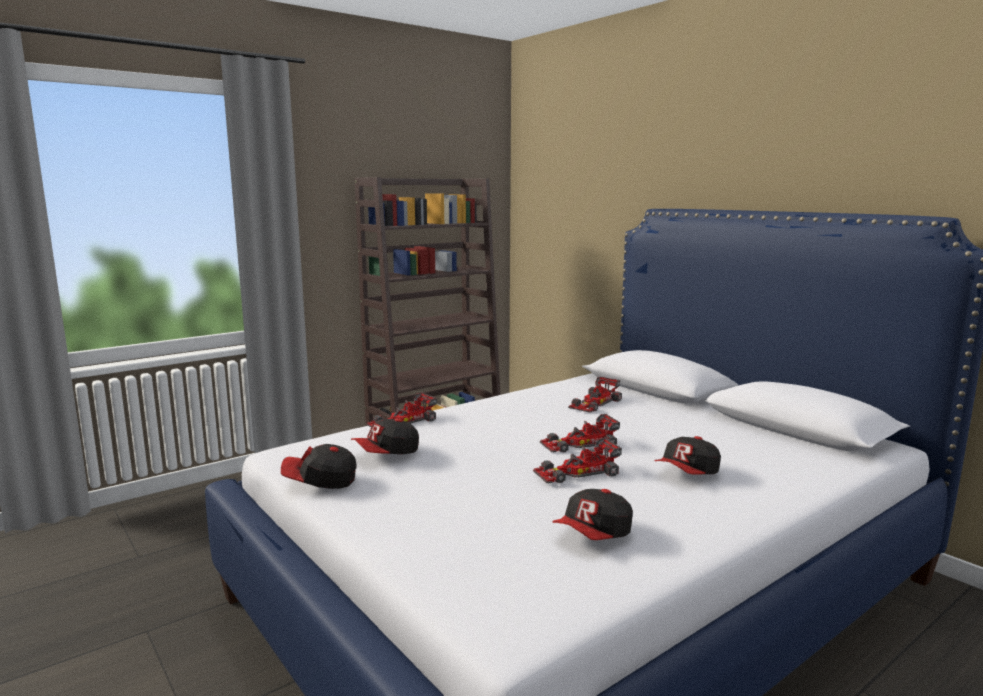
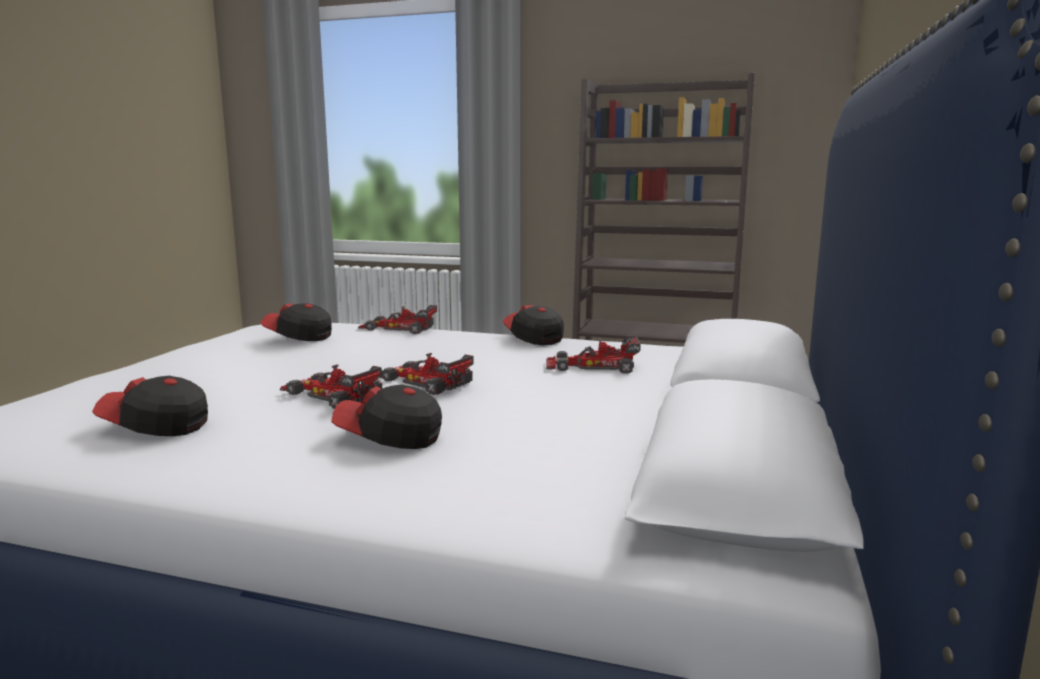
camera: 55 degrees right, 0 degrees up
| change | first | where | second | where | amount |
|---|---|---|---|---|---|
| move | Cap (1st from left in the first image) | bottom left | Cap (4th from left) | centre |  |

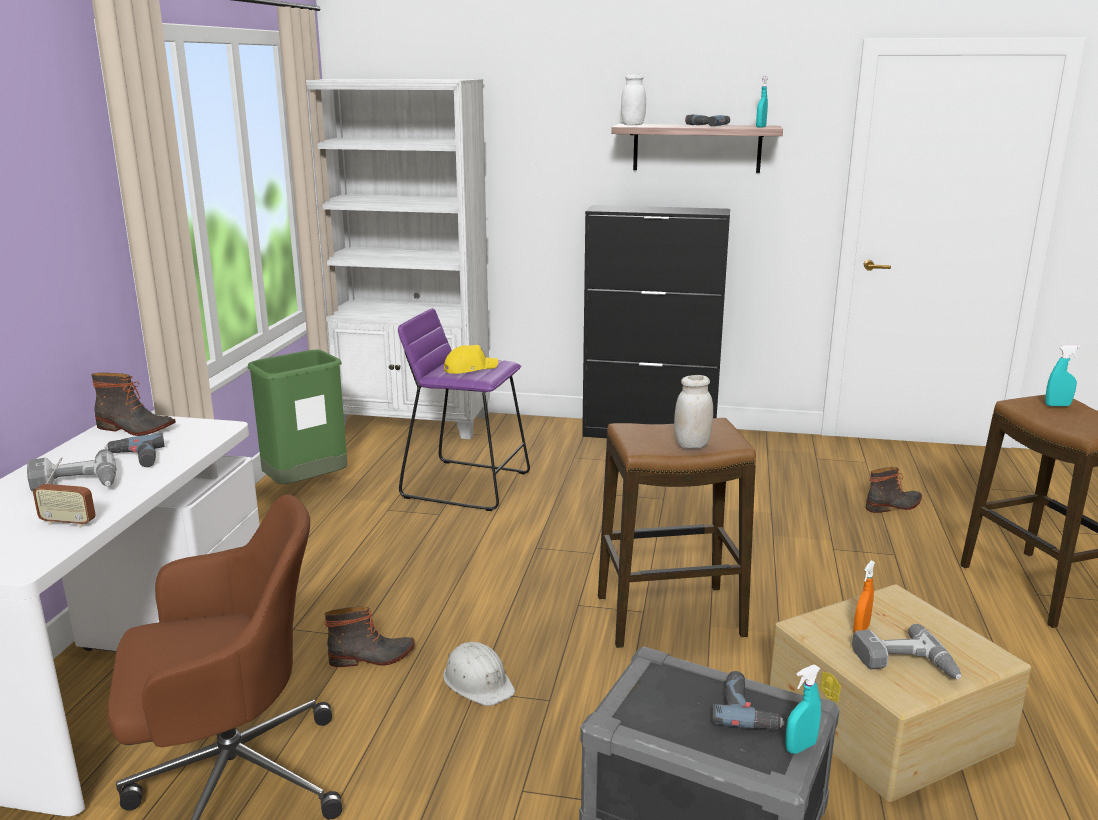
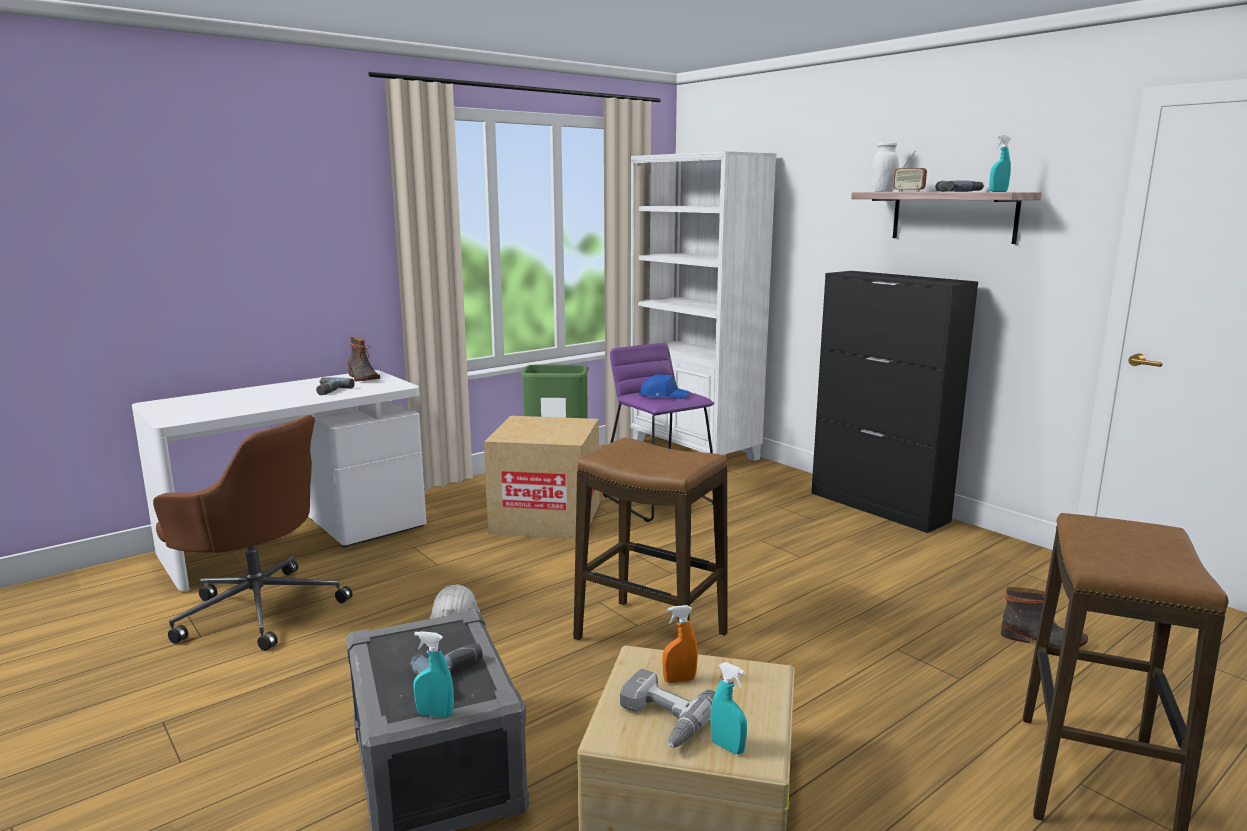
camera: 40 degrees right, 5 degrees down
| change | first | where | second | where | amount |
|---|---|---|---|---|---|
| delete | PowerDrill (1st from left) | middle left |  |  |  |
| move | Radio | middle left |  | top right |  |
| delete | Boot (2nd from left) | bottom centre |  |  |  |
| recolor | YellowCap | centre | BlueCap | centre |  |
| delete | WhiteJar (2nd from left) | centre |  |  |  |
| move | TurquoiseSprayBottle (3rd from left in the first image) | middle right | TurquoiseSprayBottle (2nd from left) | bottom centre |  |
| insert |  |  | CardboardBox | centre |  |

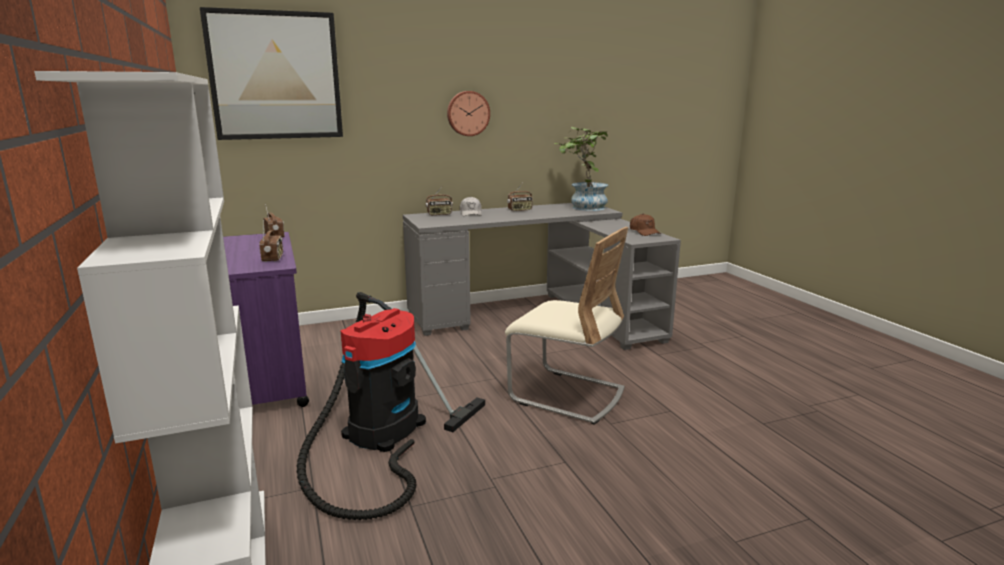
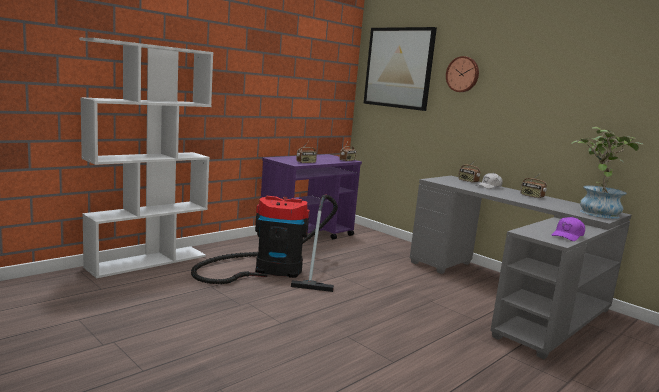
camera: 65 degrees right, 5 degrees down
| change | first | where | second | where | amount |
|---|---|---|---|---|---|
| move | WallClock | top centre |  | top right |  |
| delete | BeigeChair | centre |  |  |  |
| recolor | BrownCap | centre | PurpleCap | middle right |  |

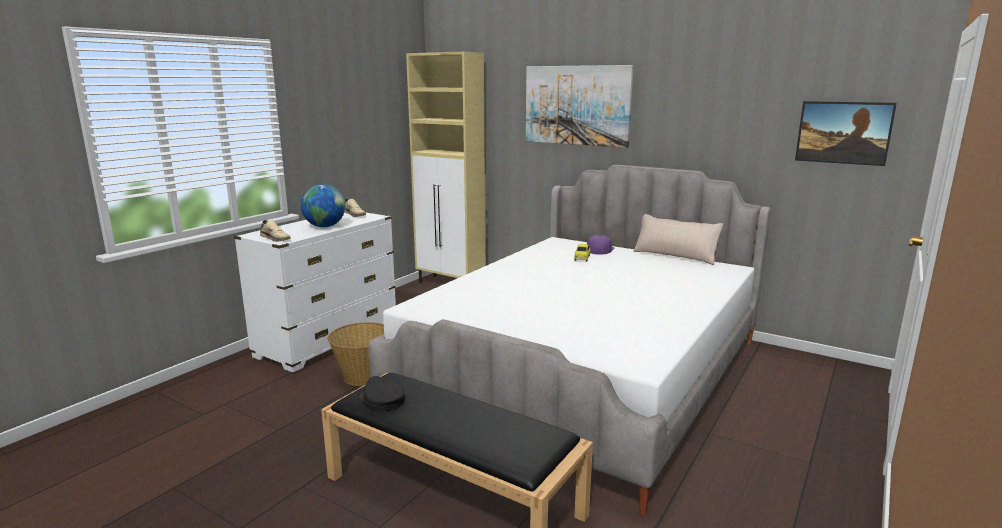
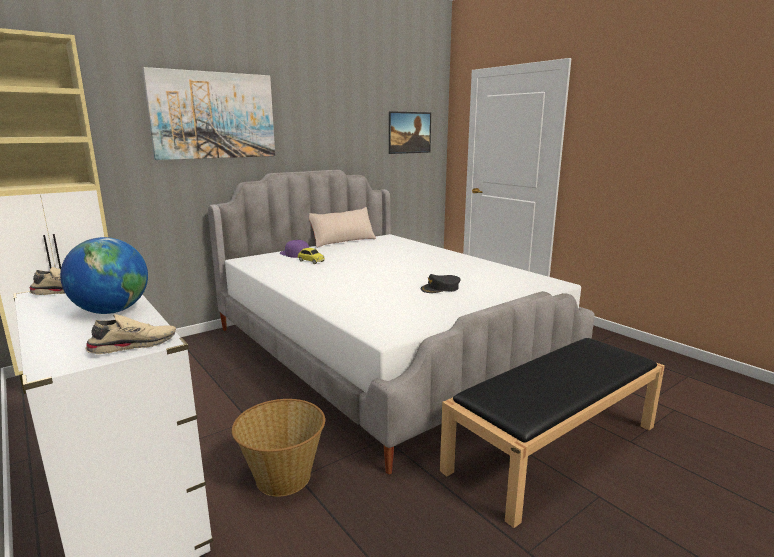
camera: 70 degrees left, 0 degrees up
| change | first | where | second | where | amount |
|---|---|---|---|---|---|
| move | BlackCap | bottom centre |  | centre |  |

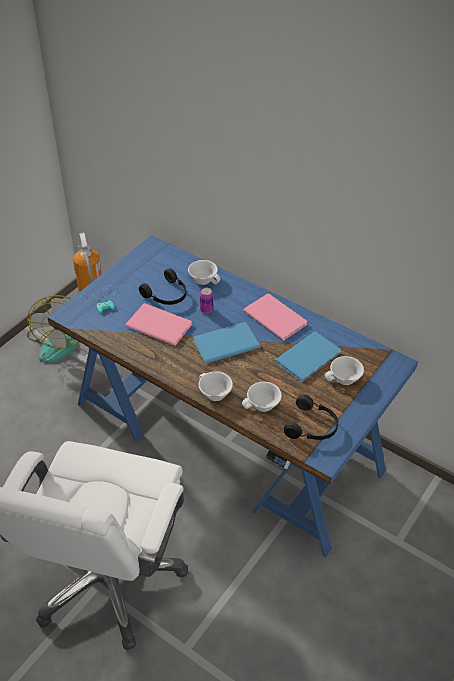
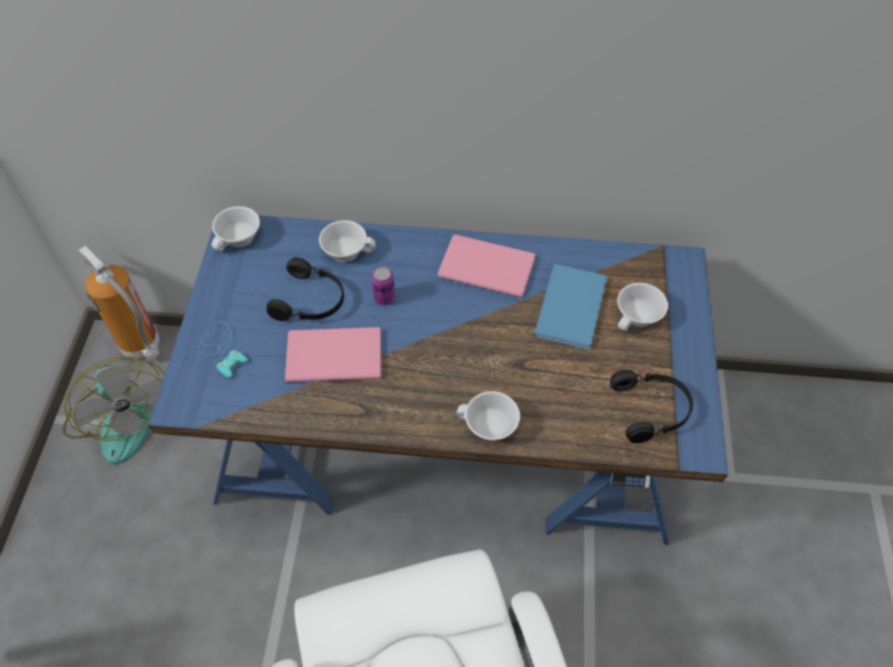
camera: 30 degrees left, 10 degrees up
| change | first | where | second | where | amount |
|---|---|---|---|---|---|
| delete | BlueBook (1st from left) | centre |  |  |  |
| move | WhiteCup (3rd from left in the first image) | centre | WhiteCup (1st from left) | middle left |  |

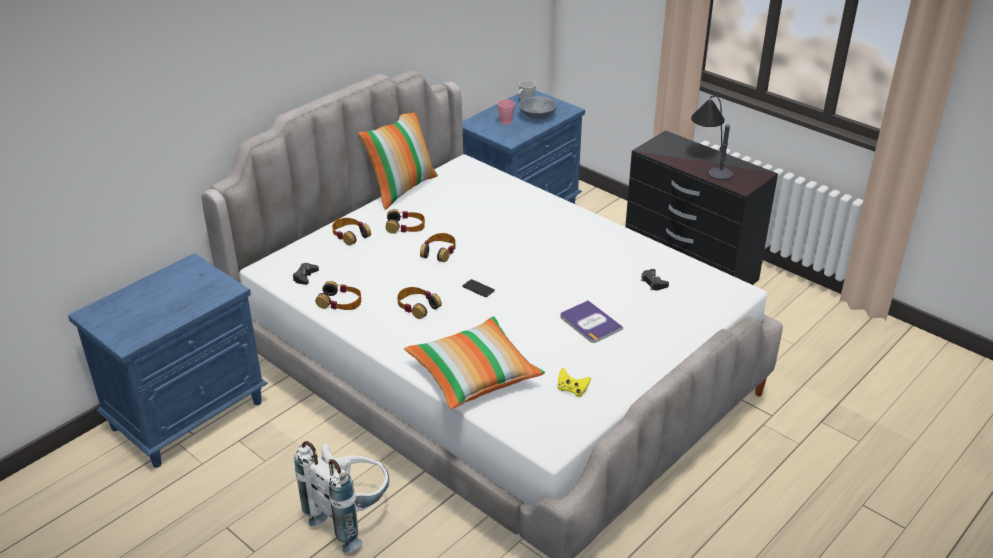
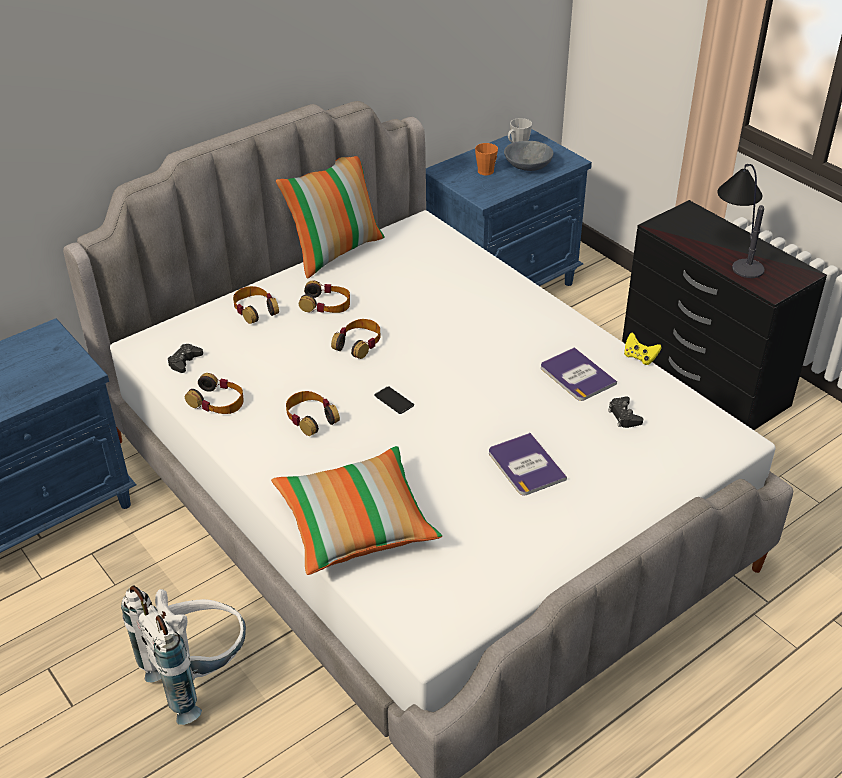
camera: 10 degrees right, 5 degrees up
| change | first | where | second | where | amount |
|---|---|---|---|---|---|
| recolor | PinkMug | top centre | OrangeMug | top centre |  |
| move | YellowGameController | bottom centre |  | middle right |  |
| insert |  |  | Book (2nd from left) | middle right |  |

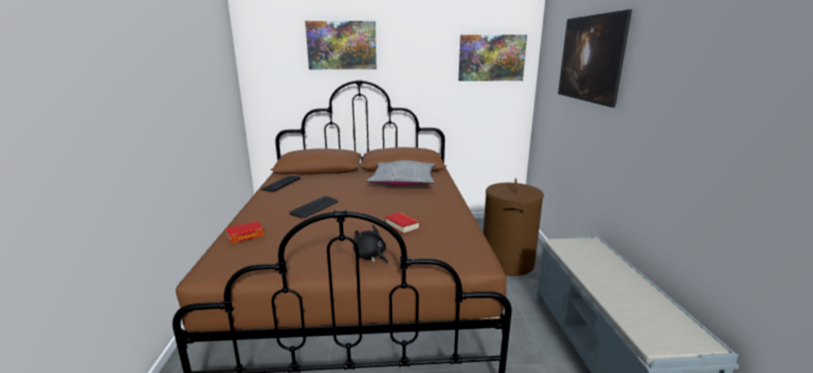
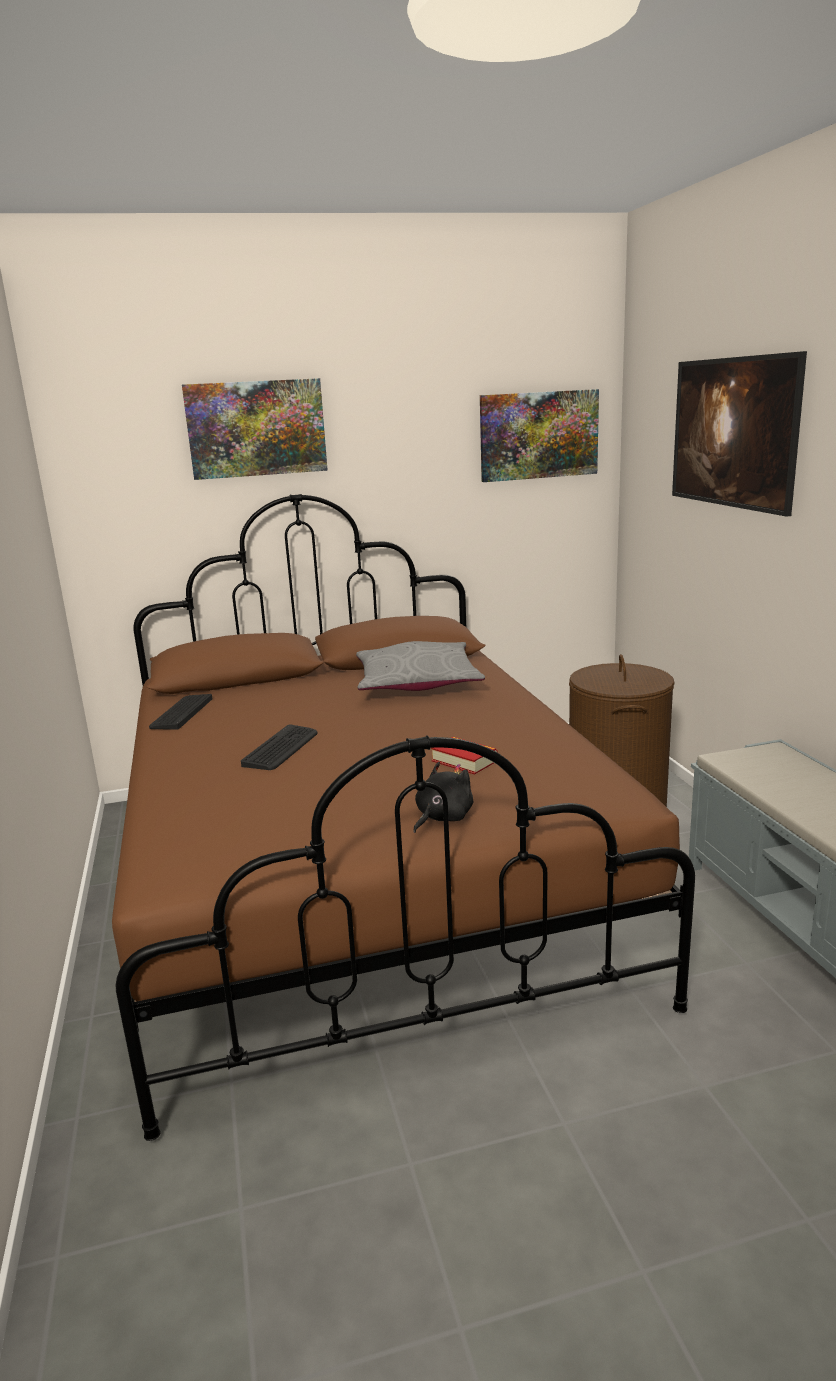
camera: 10 degrees left, 0 degrees up
| change | first | where | second | where | amount |
|---|---|---|---|---|---|
| delete | Book (1st from left) | middle left |  |  |  |
| rotate | BlackPlushToy | centre |  | centre | 90 degrees clockwise |

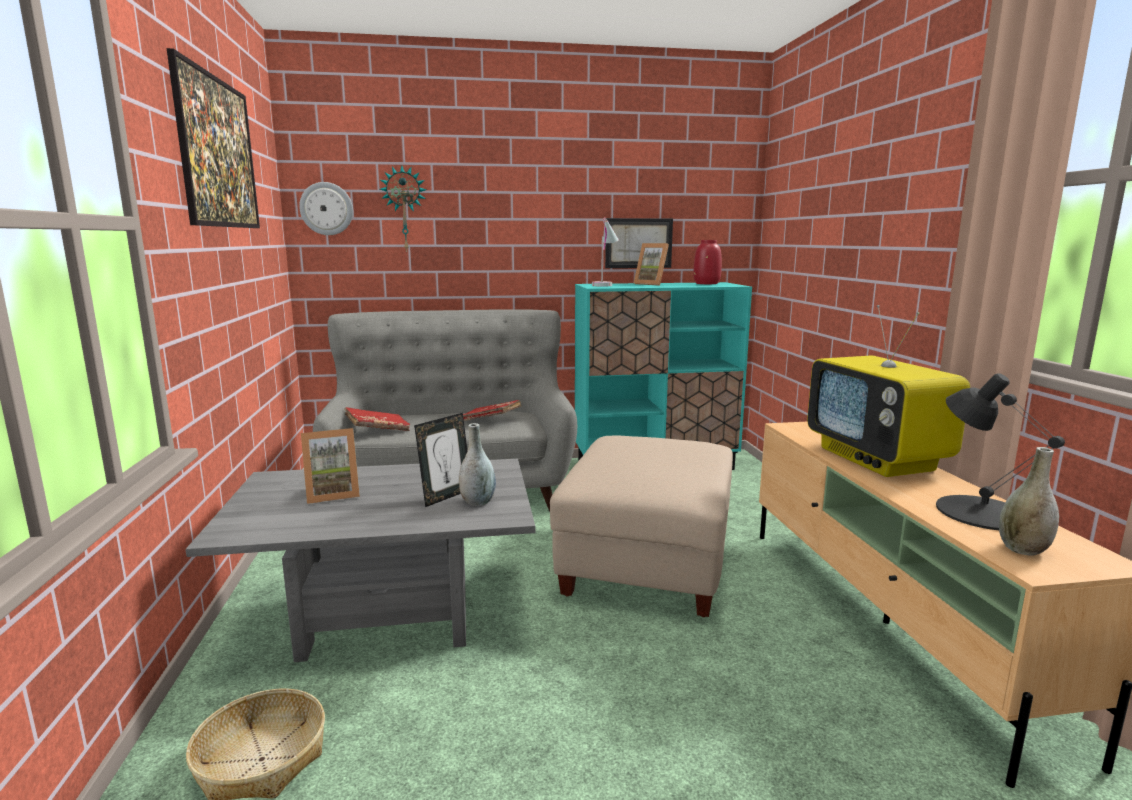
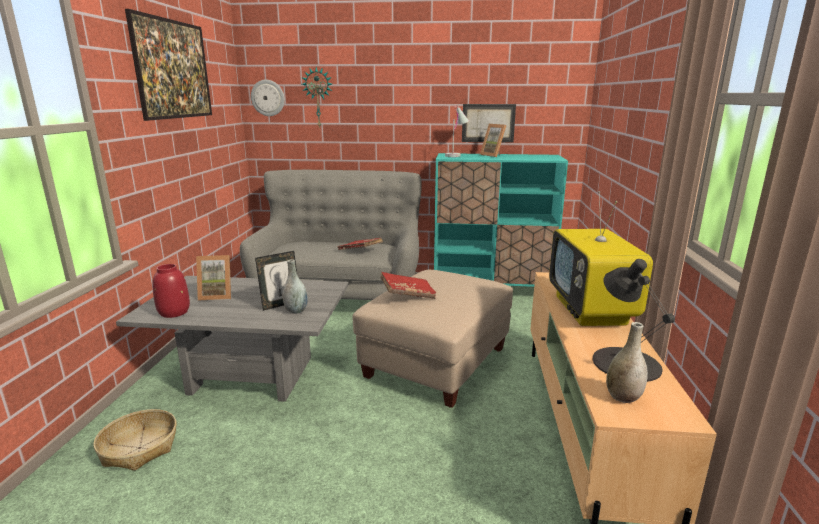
camera: 15 degrees right, 5 degrees up
| change | first | where | second | where | amount |
|---|---|---|---|---|---|
| move | RedBook (1st from left in the first image) | middle left | RedBook (2nd from left) | centre |  |
| move | RedVase | top centre |  | middle left |  |

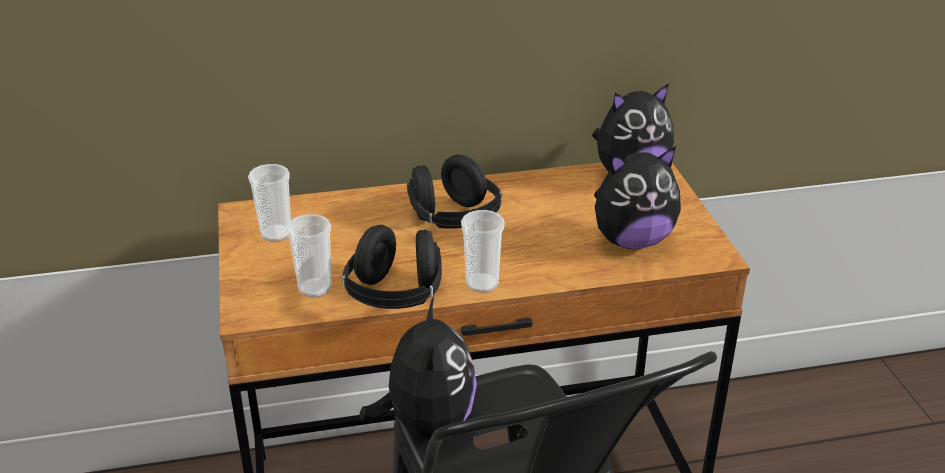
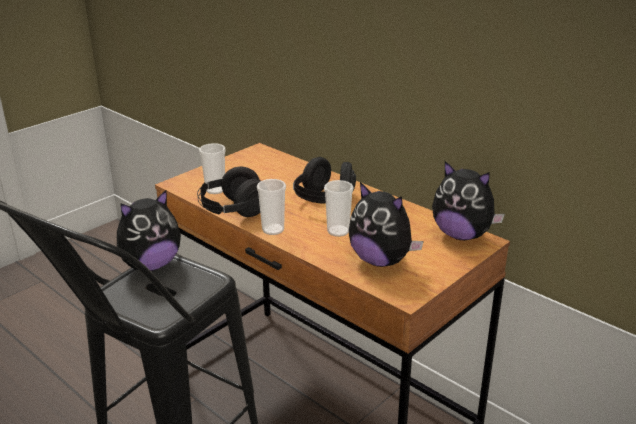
camera: 55 degrees right, 5 degrees down
| change | first | where | second | where | amount |
|---|---|---|---|---|---|
| move | Cup (1st from left in the first image) | middle left | Cup (3rd from left) | centre |  |

